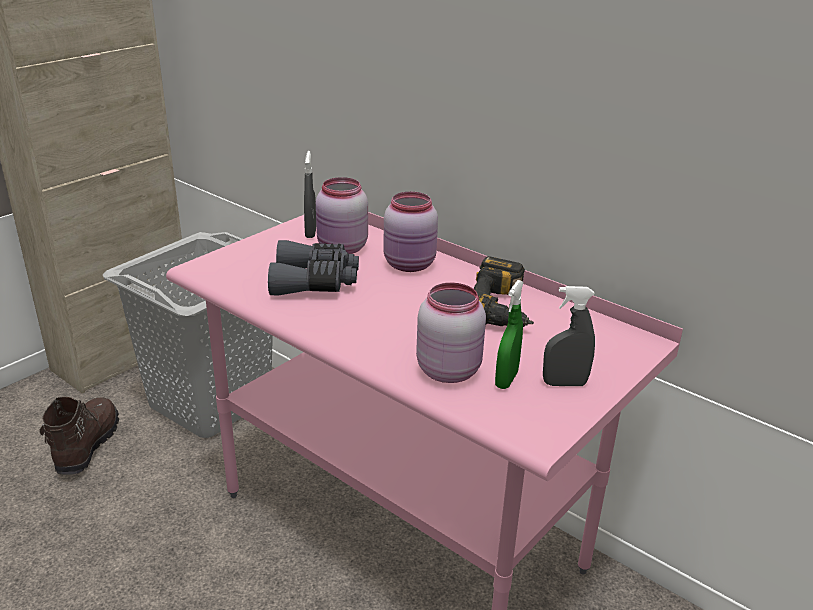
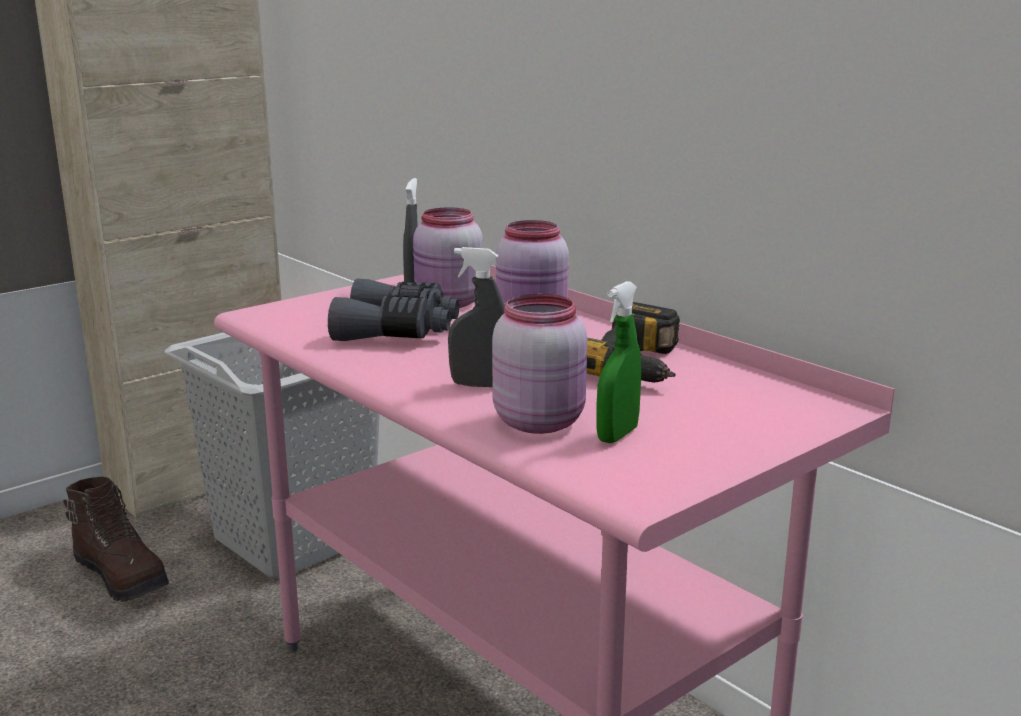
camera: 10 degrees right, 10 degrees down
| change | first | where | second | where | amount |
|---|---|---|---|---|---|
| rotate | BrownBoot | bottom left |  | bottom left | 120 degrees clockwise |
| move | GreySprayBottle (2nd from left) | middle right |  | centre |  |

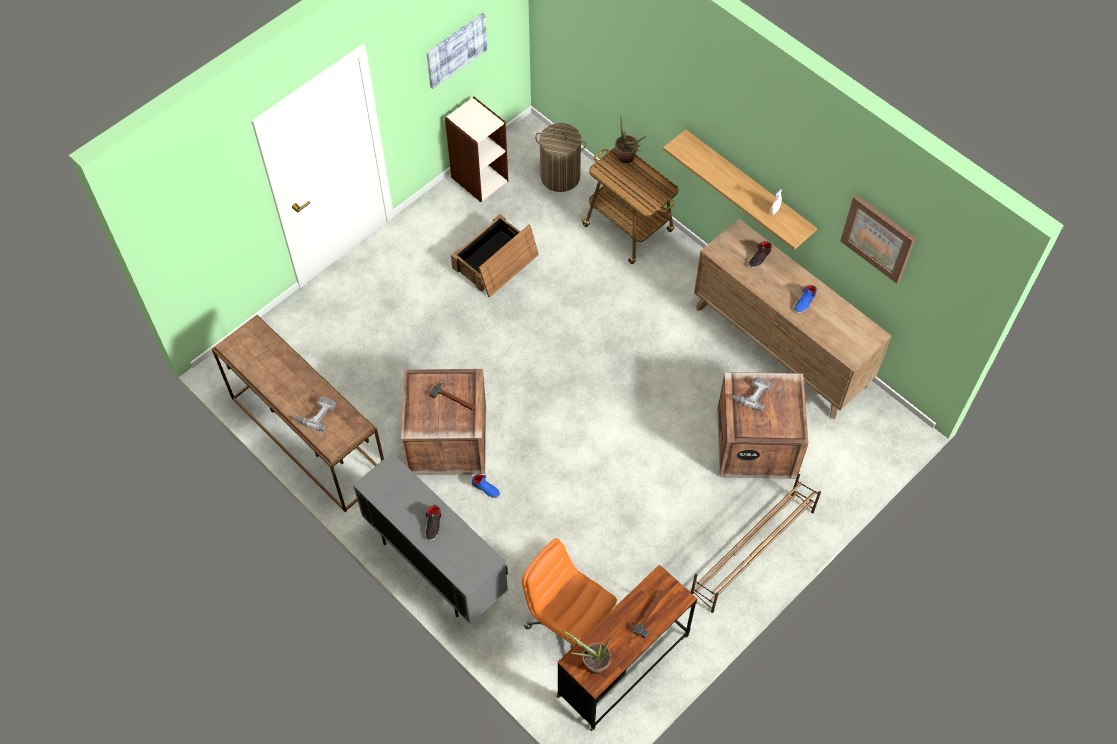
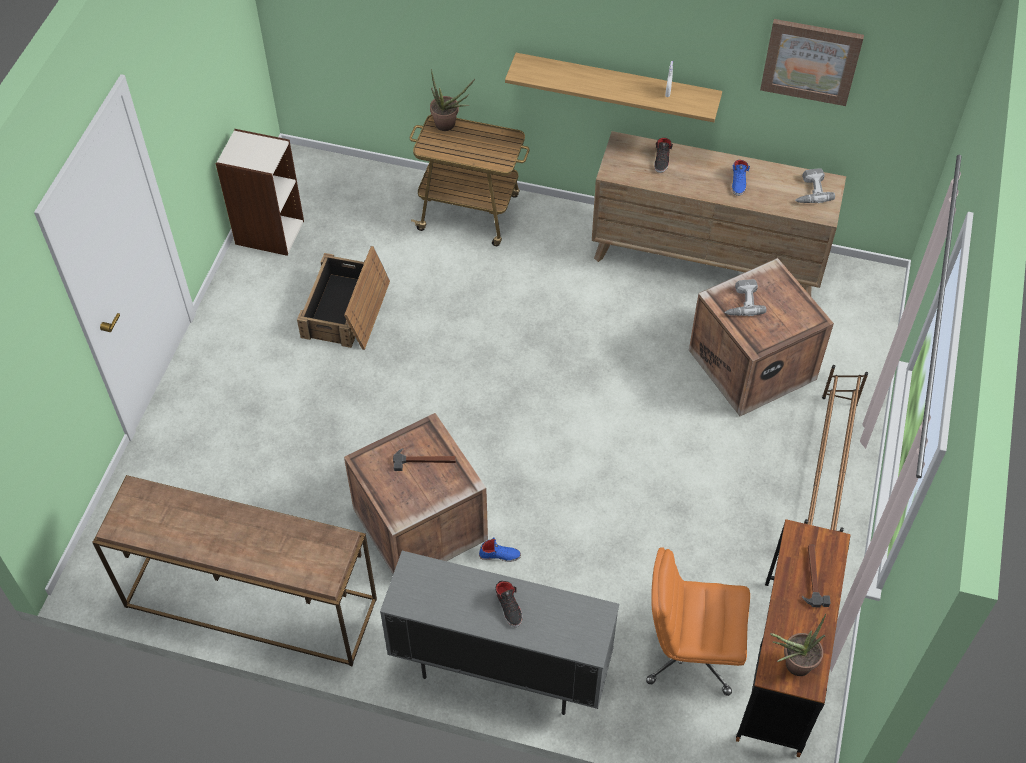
camera: 30 degrees left, 5 degrees down
| change | first | where | second | where | amount |
|---|---|---|---|---|---|
| move | PowerDrill (1st from left in the first image) | middle left | PowerDrill (2nd from left) | top right |  |
| delete | Picture (1st from left) | top centre |  |  |  |
| delete | LaundryBasket | top centre |  |  |  |

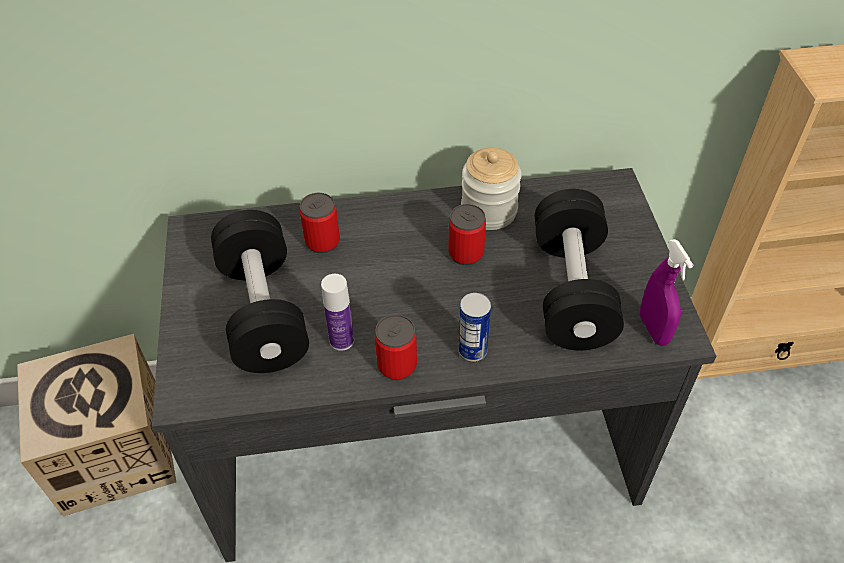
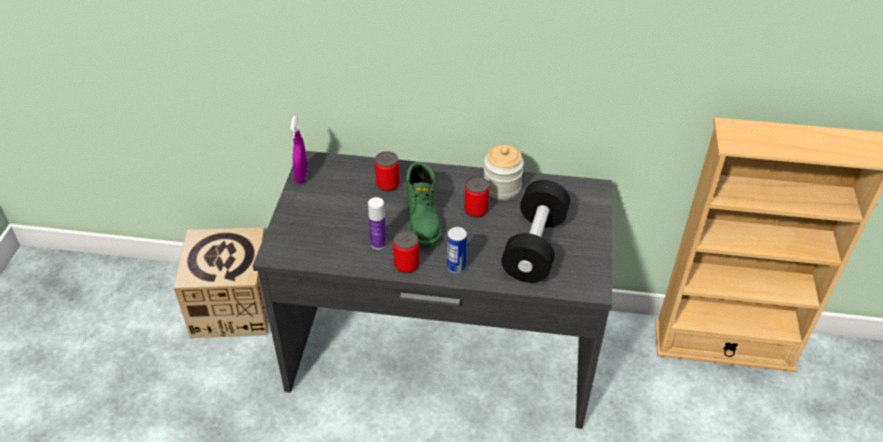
camera: 15 degrees right, 5 degrees down
| change | first | where | second | where | amount |
|---|---|---|---|---|---|
| delete | BlackDumbbell (1st from left) | middle left |  |  |  |
| move | PurpleSprayBottle | middle right |  | centre |  |
| insert |  |  | GreenBoot | centre |  |

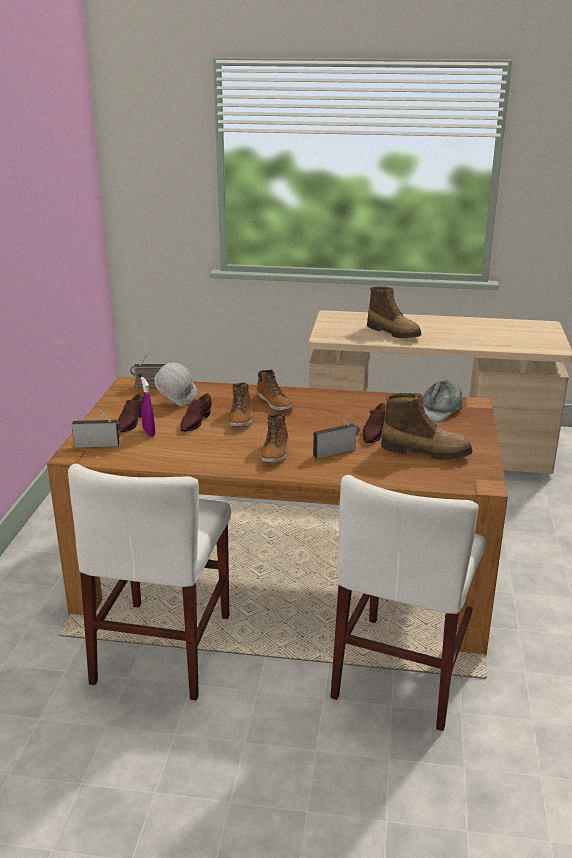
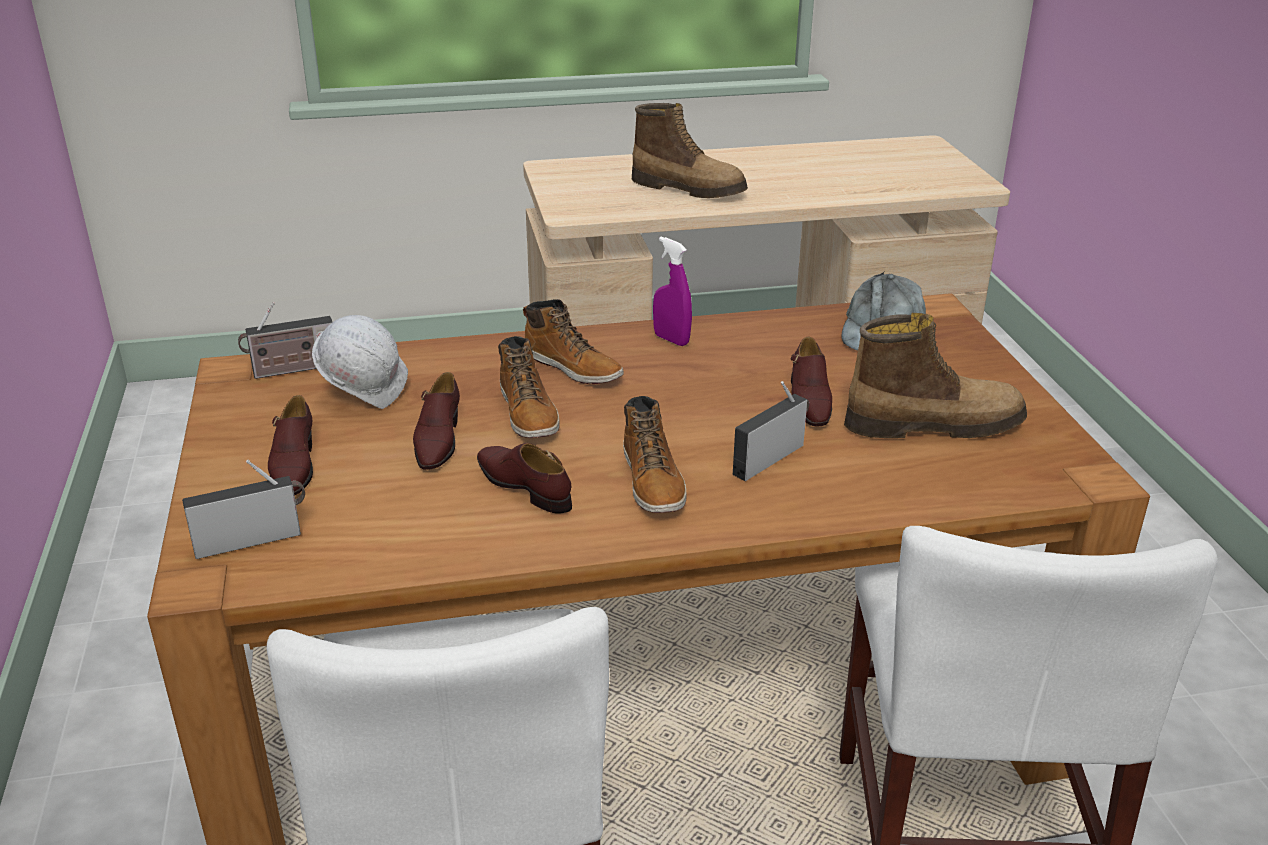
camera: 20 degrees left, 5 degrees up
| change | first | where | second | where | amount |
|---|---|---|---|---|---|
| move | PurpleSprayBottle | middle left |  | centre |  |
| insert |  |  | BrownShoe (3rd from left) | centre |  |

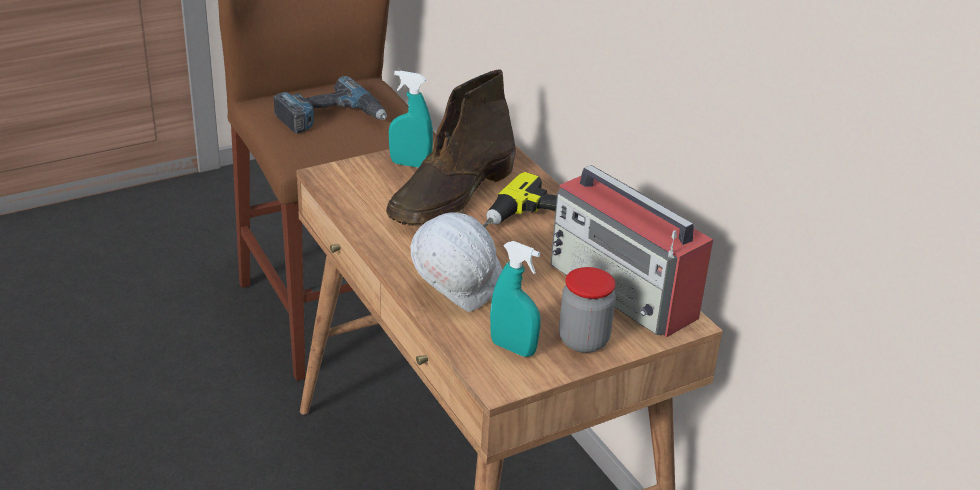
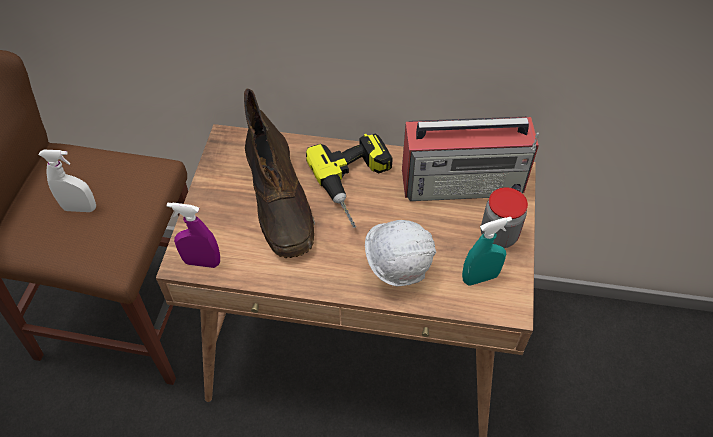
camera: 50 degrees left, 20 degrees up
| change | first | where | second | where | amount |
|---|---|---|---|---|---|
| replace | PowerDrill (1st from left) | top centre | WhiteSprayBottle | middle left |  |
| delete | TurquoiseSprayBottle (1st from left) | top centre |  |  |  |
| insert |  |  | PurpleSprayBottle | middle left |  |

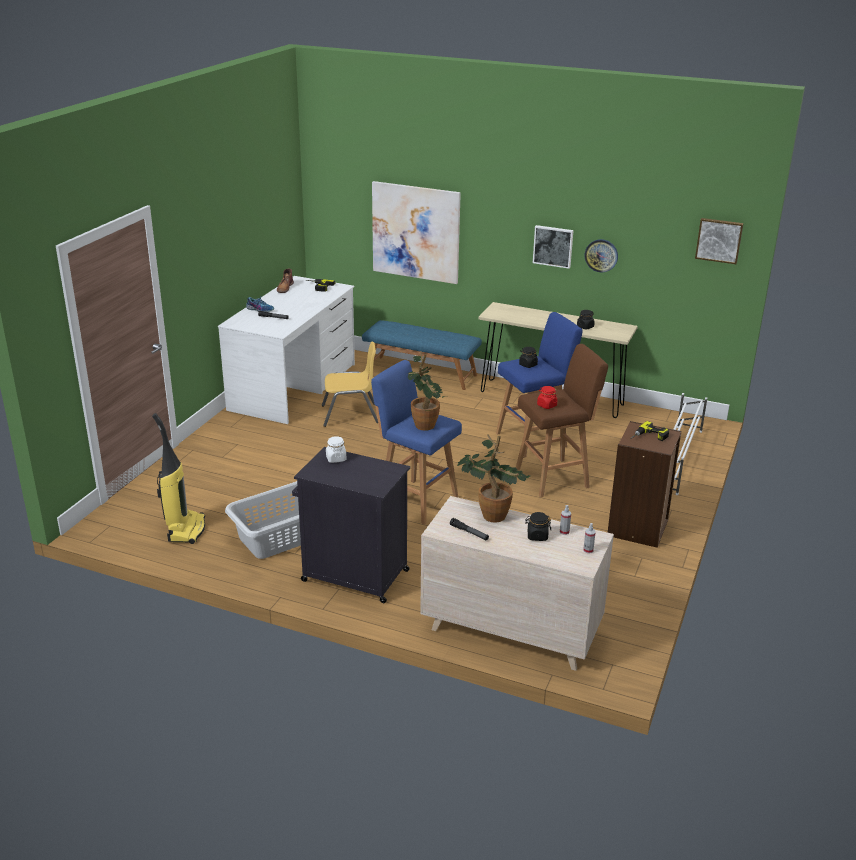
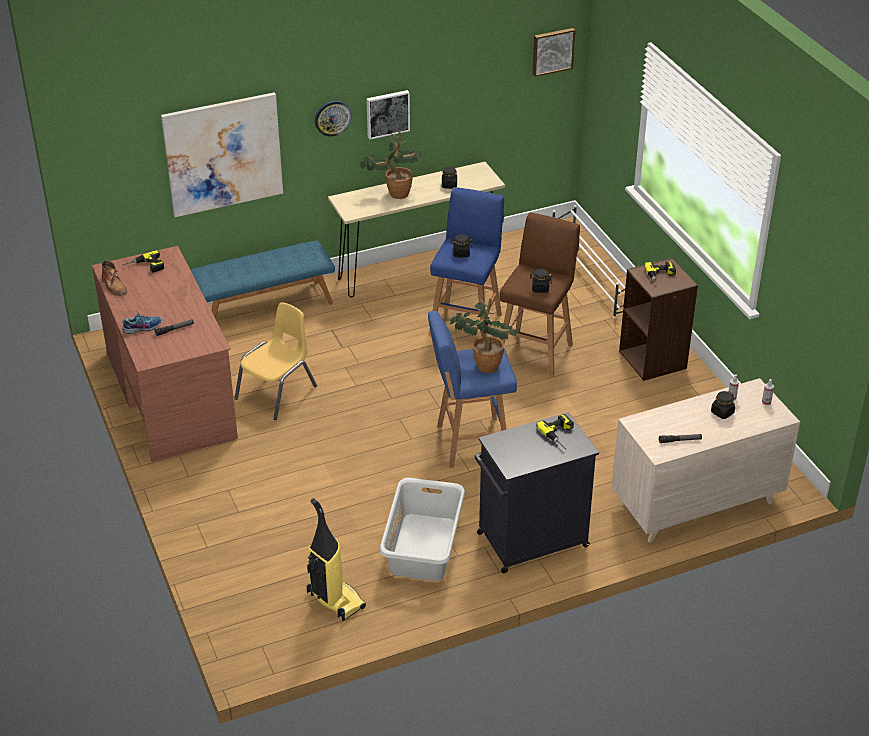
camera: 45 degrees left, 10 degrees up
| change | first | where | second | where | amount |
|---|---|---|---|---|---|
| recolor | WhiteDesk | centre | BrownDesk | middle left |  |
| delete | WhiteJar | centre |  |  |  |
| move | PottedPlant (2nd from left in the first image) | centre | PottedPlant (1st from left) | top centre |  |
| recolor | RedJar | centre | BlackJar (3rd from left) | centre |  |
| move | WallClock | top right |  | top centre |  |
| insert |  |  | PowerDrill (2nd from left) | centre |  |

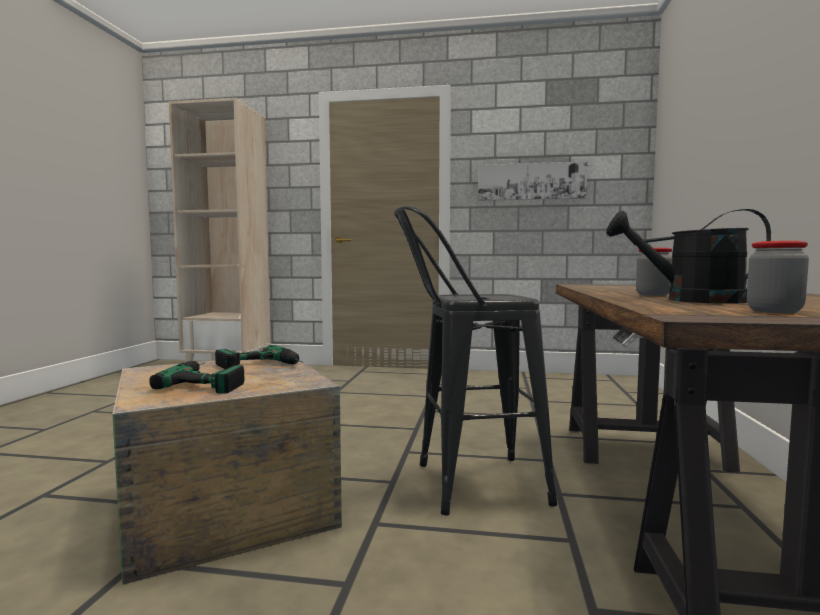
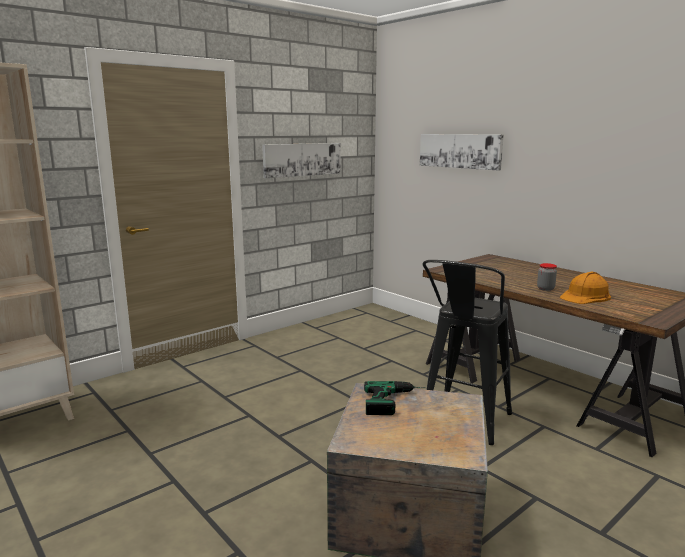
camera: 50 degrees left, 10 degrees up
| change | first | where | second | where | amount |
|---|---|---|---|---|---|
| delete | PowerDrill (1st from left) | middle left |  |  |  |
| replace | BlackWateringCan | middle right | OrangeHardHat | middle right |  |
| delete | Jar (2nd from left) | middle right |  |  |  |
| insert |  |  | Picture (2nd from left) | top right |  |

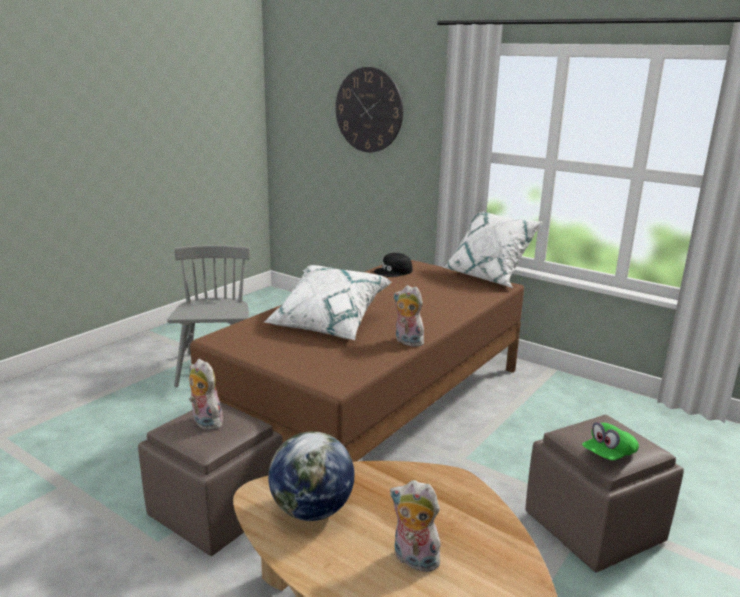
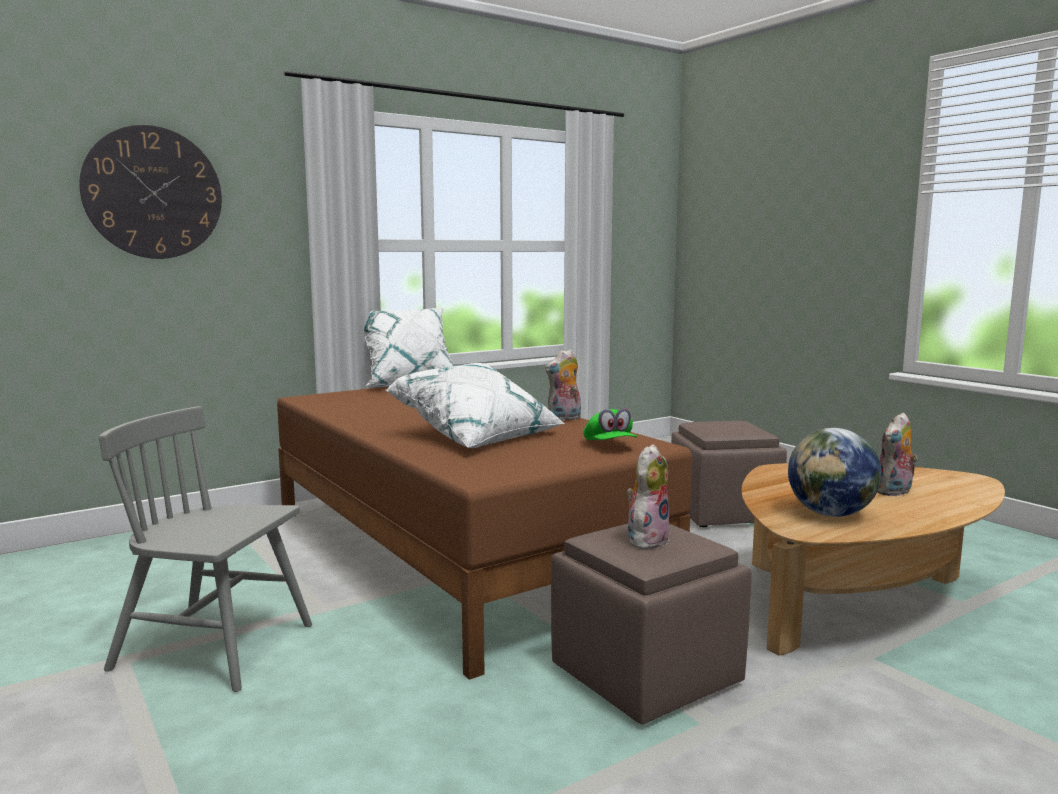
camera: 70 degrees left, 10 degrees down
| change | first | where | second | where | amount |
|---|---|---|---|---|---|
| rotate | PlushToy (1st from left in the first image) | middle left | PlushToy (2nd from left) | centre | 150 degrees clockwise |
| delete | BlackCap | centre |  |  |  |
| move | GreenCap | bottom right |  | centre |  |

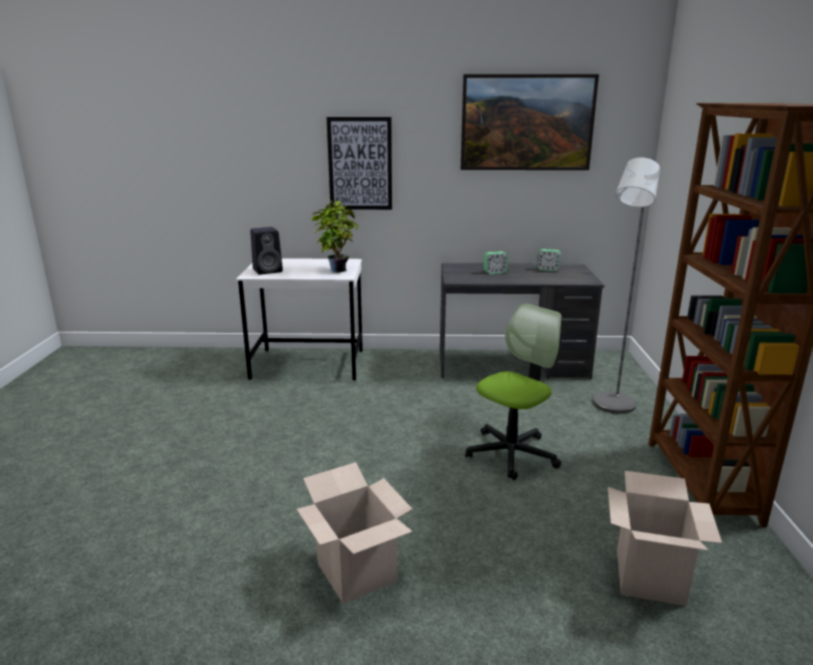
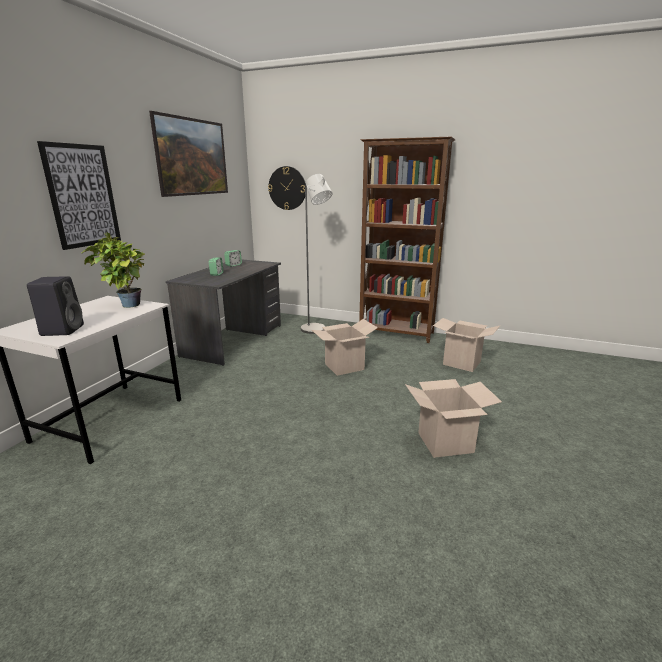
camera: 70 degrees left, 0 degrees up
| change | first | where | second | where | amount |
|---|---|---|---|---|---|
| replace | OfficeChair | centre | CardboardBox (1st from left) | centre |  |
| insert |  |  | WallClock | top centre |  |

